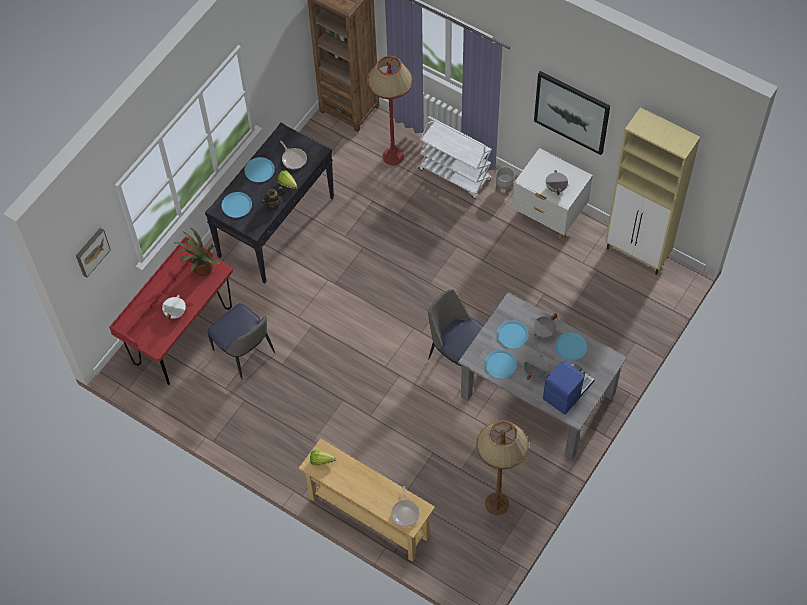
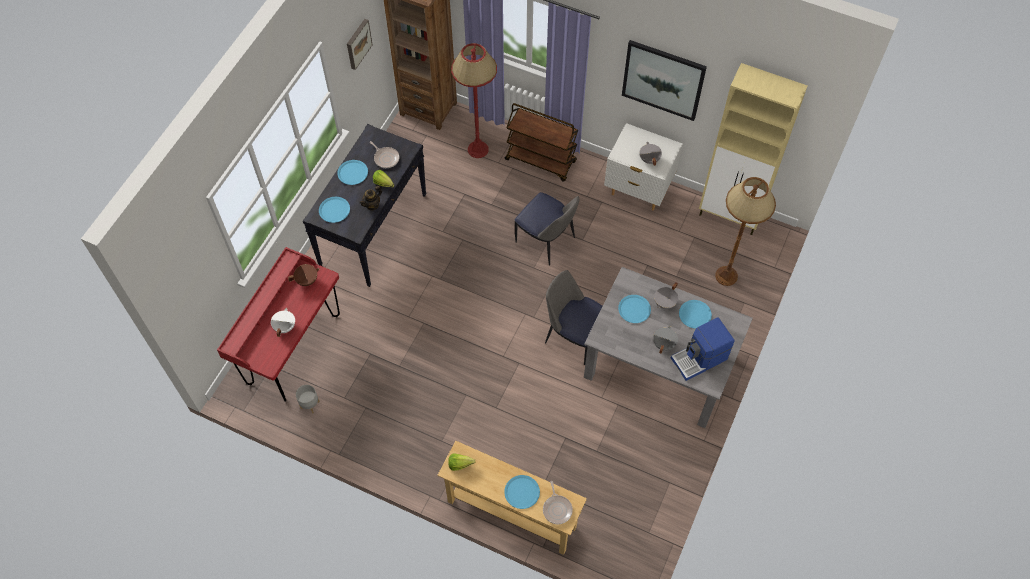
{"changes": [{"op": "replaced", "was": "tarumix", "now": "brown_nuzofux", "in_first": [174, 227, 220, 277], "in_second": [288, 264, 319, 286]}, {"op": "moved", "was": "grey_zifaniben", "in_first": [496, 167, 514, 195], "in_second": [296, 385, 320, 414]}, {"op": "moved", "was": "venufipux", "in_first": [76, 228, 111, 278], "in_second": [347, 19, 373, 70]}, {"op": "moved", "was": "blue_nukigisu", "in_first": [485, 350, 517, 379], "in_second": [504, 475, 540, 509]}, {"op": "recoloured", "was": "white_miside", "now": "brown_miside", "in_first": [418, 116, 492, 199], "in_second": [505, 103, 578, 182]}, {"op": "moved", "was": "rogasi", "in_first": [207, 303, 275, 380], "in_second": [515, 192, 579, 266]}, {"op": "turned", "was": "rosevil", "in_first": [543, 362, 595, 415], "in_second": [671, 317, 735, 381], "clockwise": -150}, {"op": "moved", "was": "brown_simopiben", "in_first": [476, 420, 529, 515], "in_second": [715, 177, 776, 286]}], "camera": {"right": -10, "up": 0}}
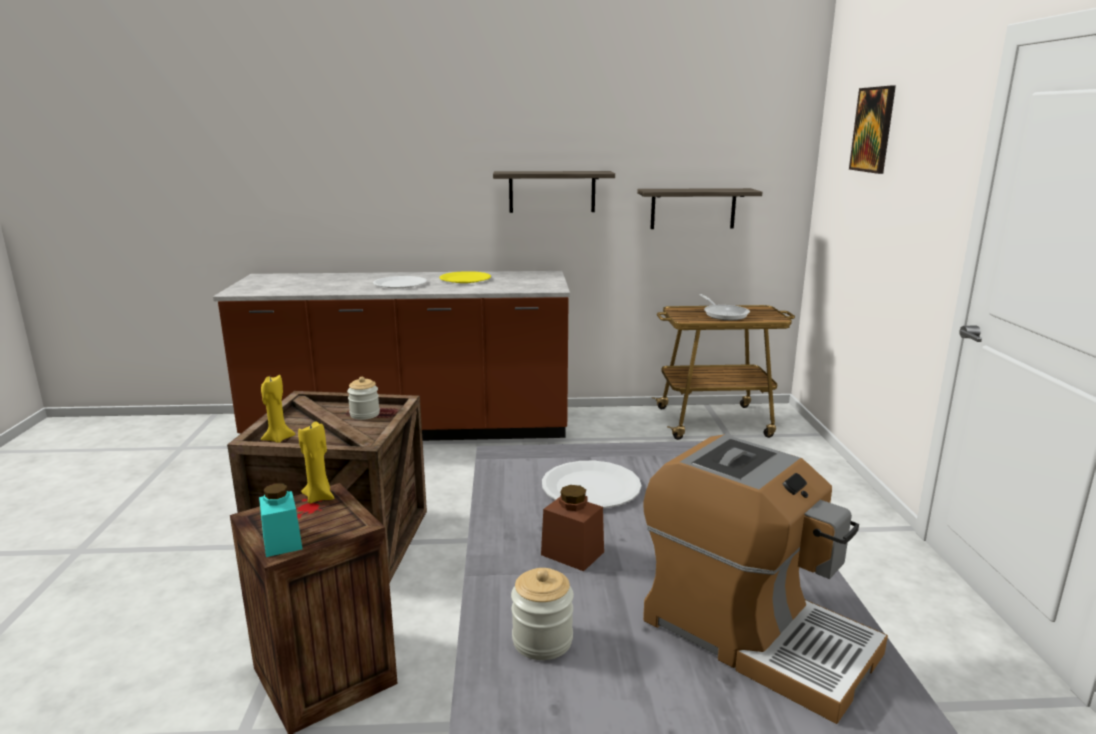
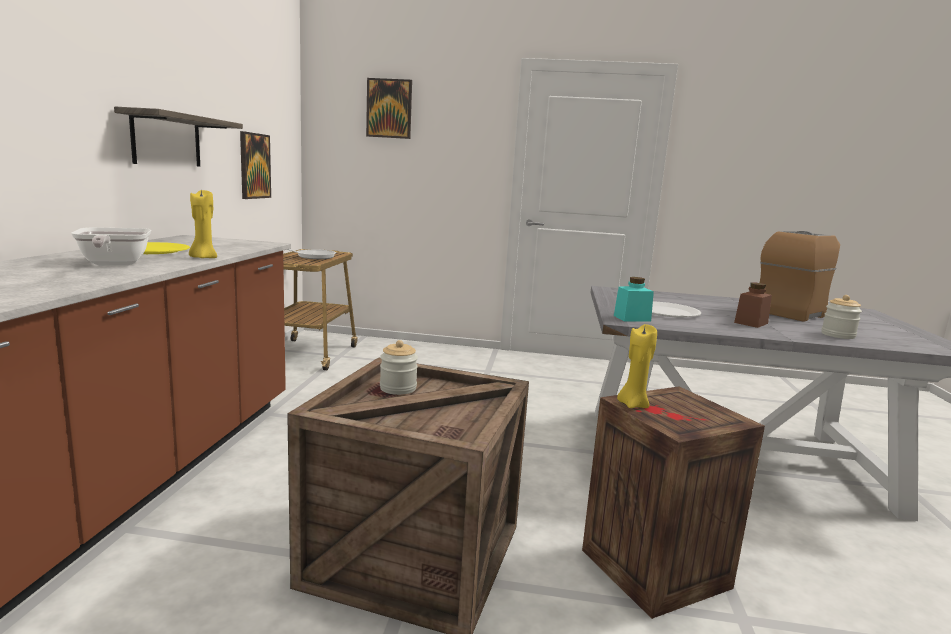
{"changes": [{"op": "replaced", "was": "white_nukigisu", "now": "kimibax", "in_first": [373, 276, 427, 288], "in_second": [71, 227, 151, 265]}, {"op": "moved", "was": "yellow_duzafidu", "in_first": [261, 375, 295, 443], "in_second": [189, 190, 217, 258]}, {"op": "replaced", "was": "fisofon", "now": "venufipux", "in_first": [637, 188, 762, 229], "in_second": [240, 131, 271, 199]}, {"op": "moved", "was": "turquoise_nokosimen", "in_first": [259, 483, 303, 557], "in_second": [614, 277, 654, 322]}], "camera": {"right": -80, "up": -5}}
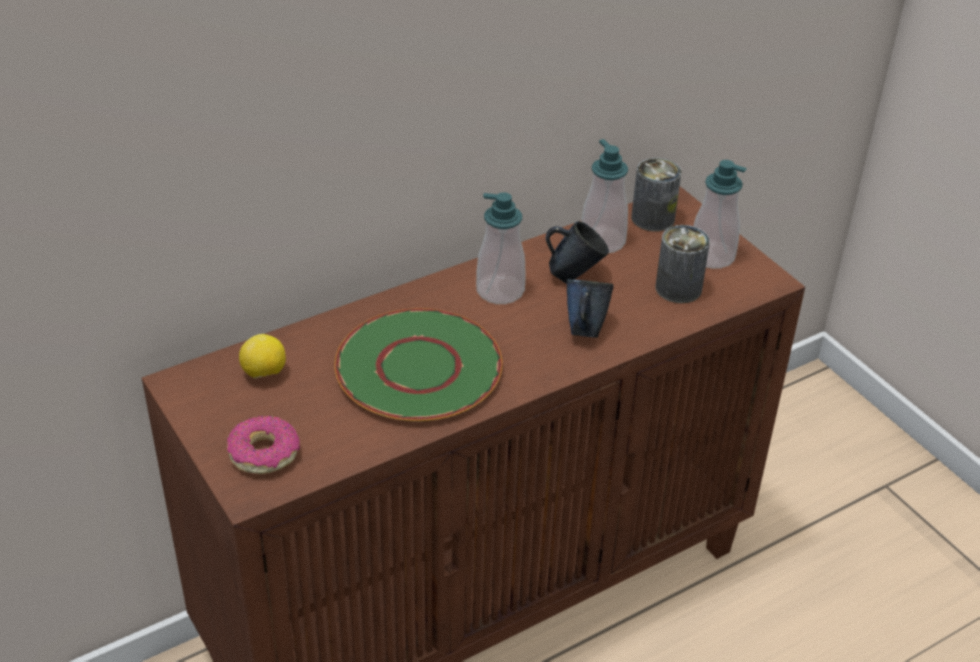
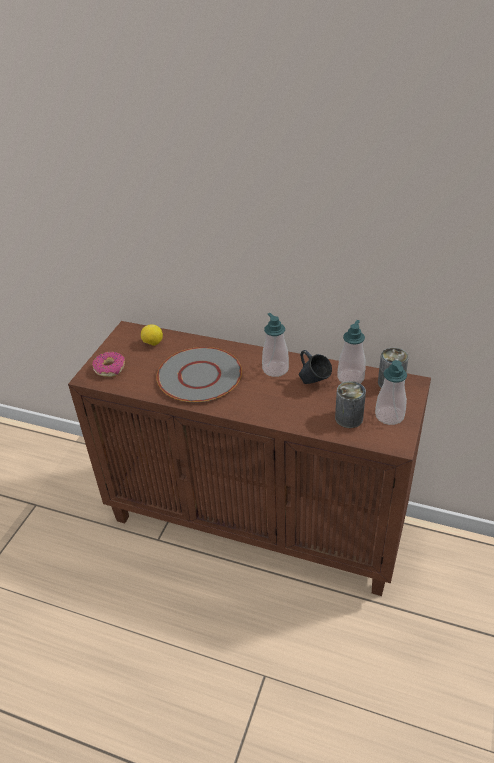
{"changes": [{"op": "recoloured", "was": "green_nukigisu", "now": "grey_nukigisu", "in_first": [334, 308, 503, 421], "in_second": [157, 347, 242, 402]}, {"op": "removed", "was": "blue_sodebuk", "in_first": [567, 279, 614, 338]}], "camera": {"right": 55, "up": 0}}
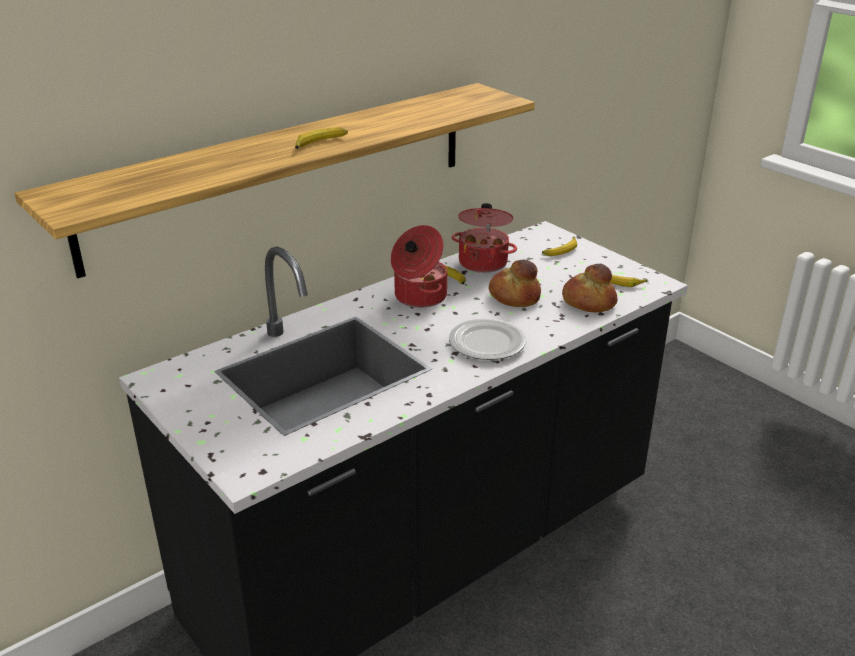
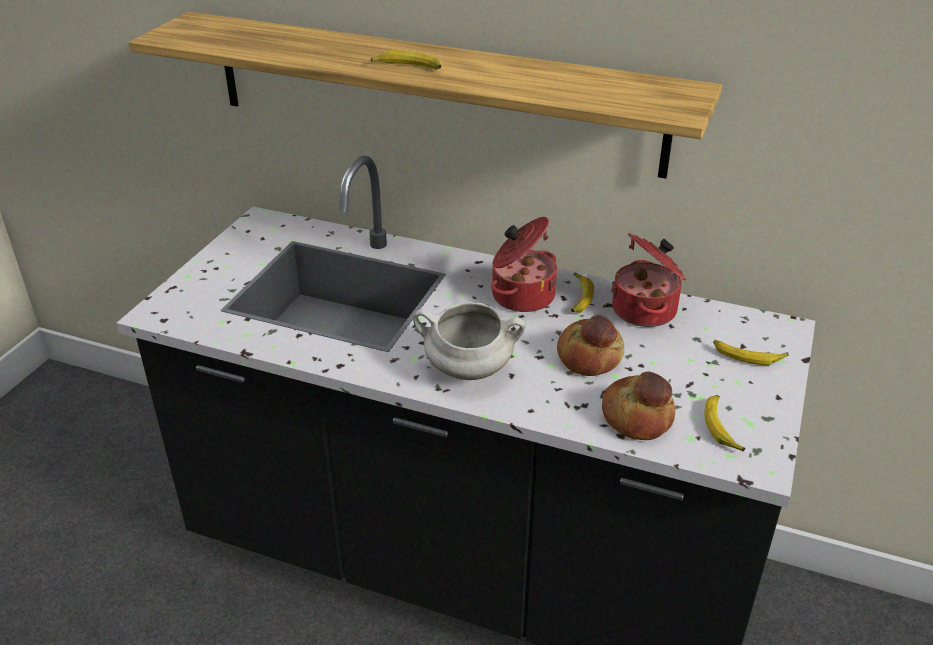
{"changes": [{"op": "replaced", "was": "nukigisu", "now": "white_nuzofux", "in_first": [449, 318, 526, 360], "in_second": [413, 302, 525, 380]}], "camera": {"right": 60, "up": 5}}
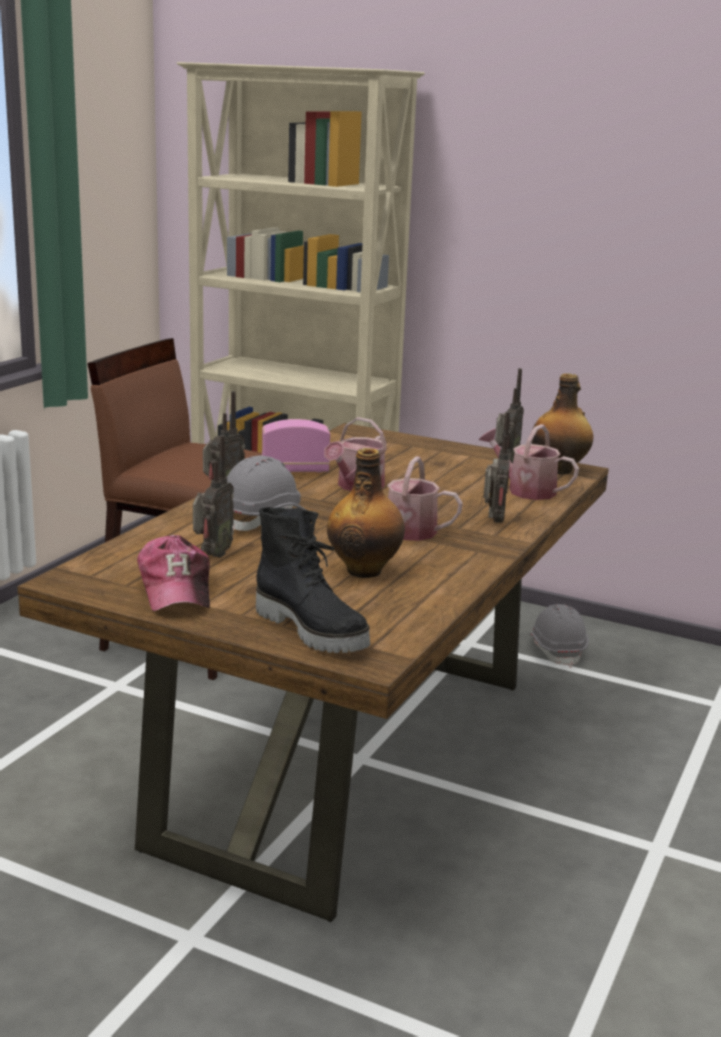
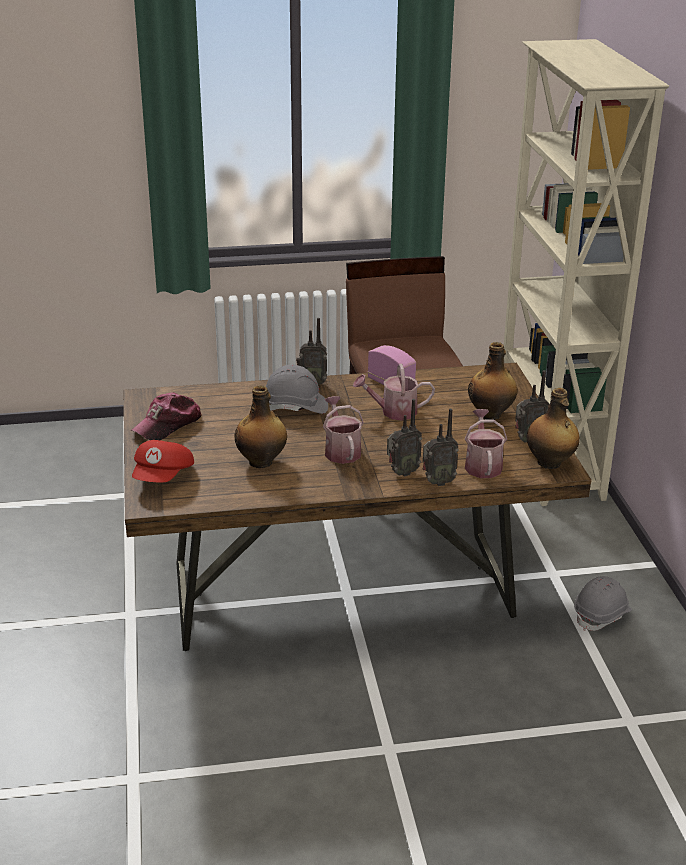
{"changes": [{"op": "replaced", "was": "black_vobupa", "now": "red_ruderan", "in_first": [256, 507, 370, 653], "in_second": [132, 440, 194, 482]}, {"op": "moved", "was": "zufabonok", "in_first": [193, 435, 234, 558], "in_second": [423, 409, 459, 486]}, {"op": "added", "now": "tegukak", "in_second": [468, 342, 517, 420]}], "camera": {"right": 55, "up": 10}}
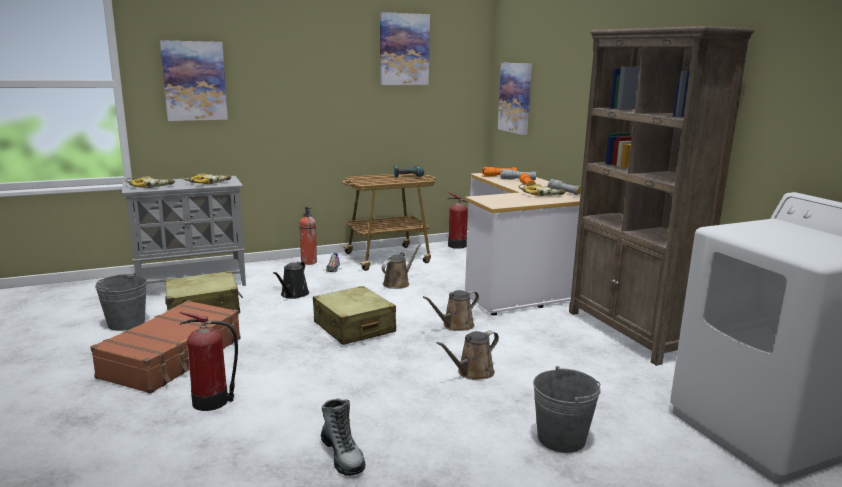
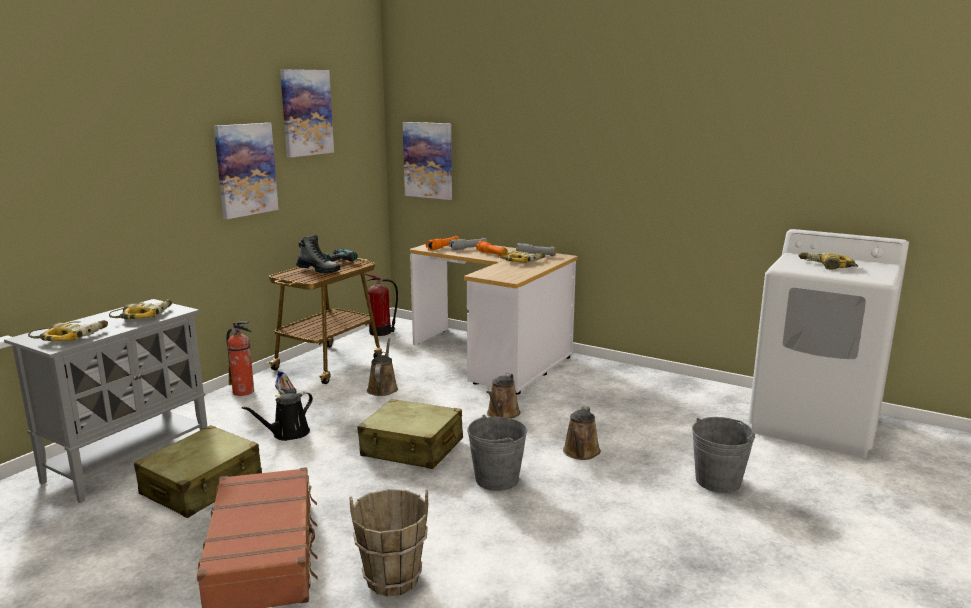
{"changes": [{"op": "moved", "was": "venufipux", "in_first": [160, 40, 228, 121], "in_second": [214, 123, 279, 219]}, {"op": "turned", "was": "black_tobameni", "in_first": [273, 261, 309, 299], "in_second": [242, 392, 313, 441], "clockwise": 60}, {"op": "moved", "was": "vobupa", "in_first": [321, 399, 366, 476], "in_second": [296, 235, 340, 274]}, {"op": "replaced", "was": "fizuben", "now": "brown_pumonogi", "in_first": [180, 312, 238, 411], "in_second": [349, 489, 428, 596]}, {"op": "moved", "was": "grey_pumonogi", "in_first": [95, 273, 147, 331], "in_second": [467, 415, 527, 491]}, {"op": "added", "now": "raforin", "in_second": [798, 252, 858, 270]}, {"op": "removed", "was": "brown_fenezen", "in_first": [569, 26, 755, 366]}], "camera": {"right": -35, "up": 0}}
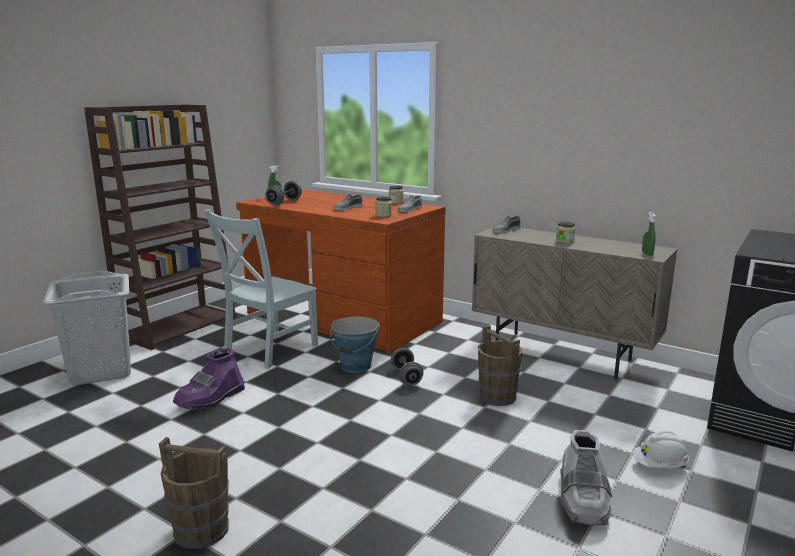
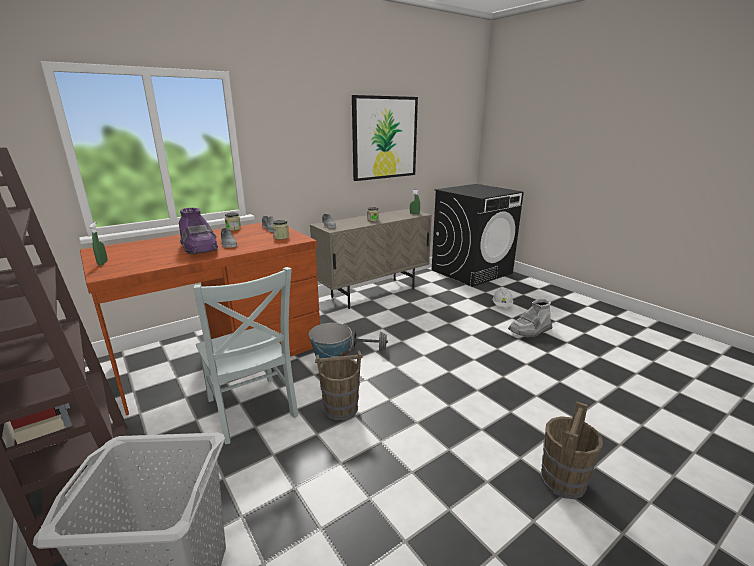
{"changes": [{"op": "moved", "was": "purple_vobupa", "in_first": [173, 348, 245, 410], "in_second": [179, 207, 218, 254]}, {"op": "moved", "was": "brown_pumonogi", "in_first": [478, 325, 522, 406], "in_second": [315, 350, 362, 420]}, {"op": "added", "now": "venufipux", "in_second": [352, 95, 418, 181]}, {"op": "turned", "was": "grey_vobupa", "in_first": [560, 430, 612, 525], "in_second": [508, 299, 552, 337], "clockwise": 120}, {"op": "removed", "was": "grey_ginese", "in_first": [265, 181, 302, 206]}], "camera": {"right": -70, "up": 5}}
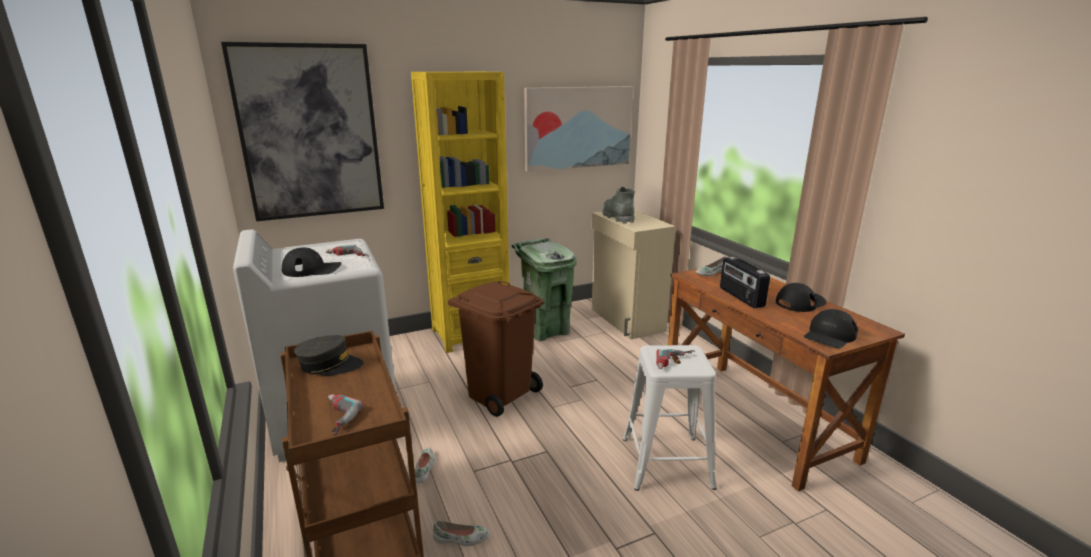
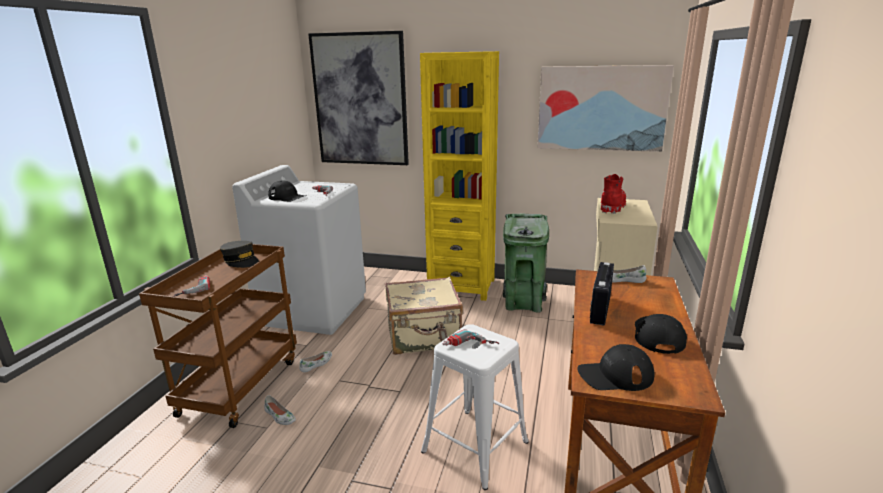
{"changes": [{"op": "replaced", "was": "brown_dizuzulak", "now": "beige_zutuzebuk", "in_first": [448, 281, 544, 417], "in_second": [385, 277, 463, 355]}, {"op": "recoloured", "was": "grey_vobupa", "now": "red_vobupa", "in_first": [603, 187, 635, 224], "in_second": [601, 174, 626, 214]}, {"op": "turned", "was": "black_ruderan", "in_first": [776, 283, 827, 312], "in_second": [635, 314, 687, 354], "clockwise": -90}], "camera": {"right": 40, "up": 0}}
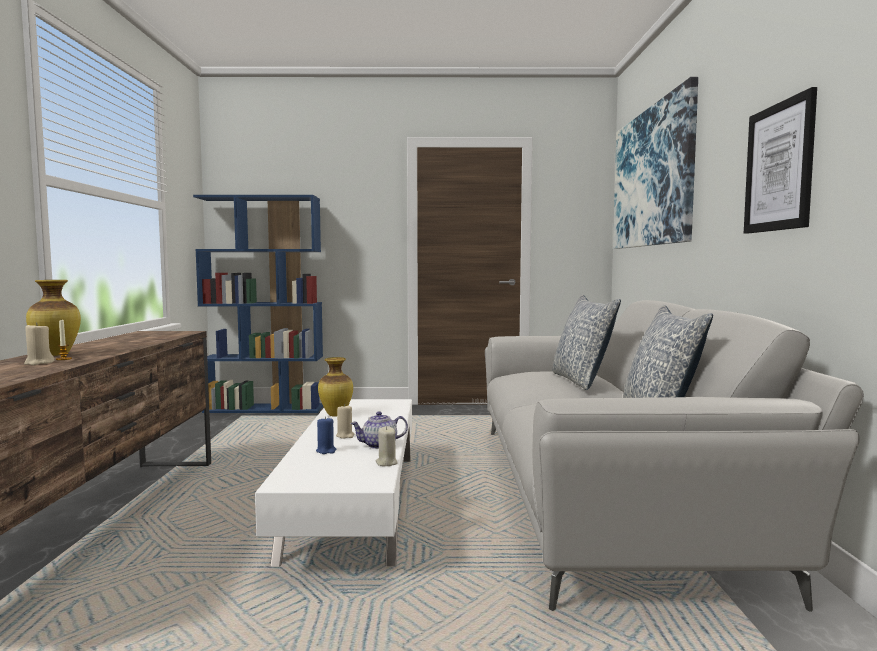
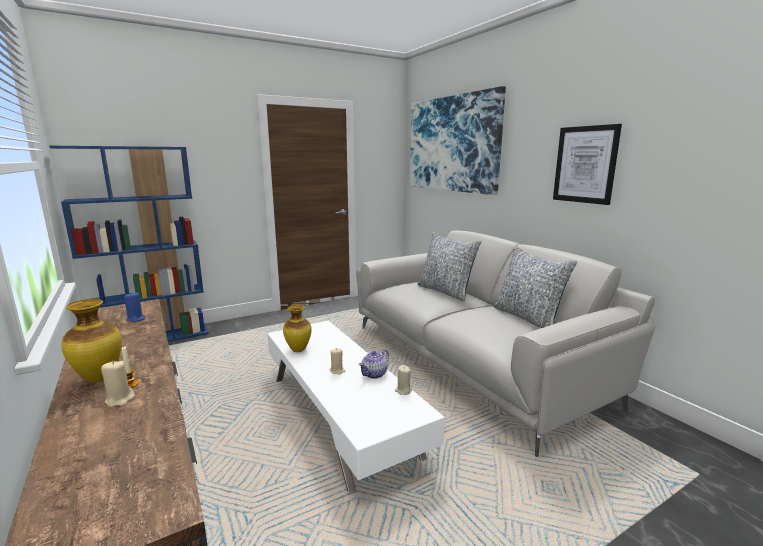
{"changes": [{"op": "moved", "was": "blue_duzafidu", "in_first": [316, 416, 336, 454], "in_second": [124, 292, 145, 322]}], "camera": {"right": -30, "up": 10}}
